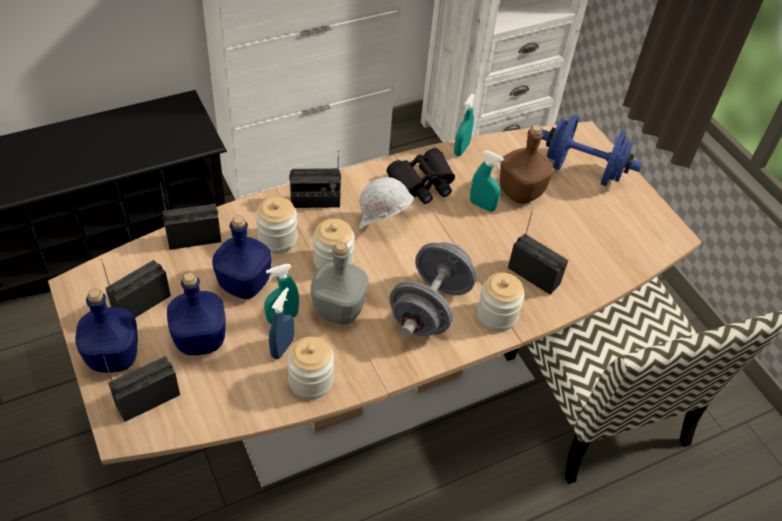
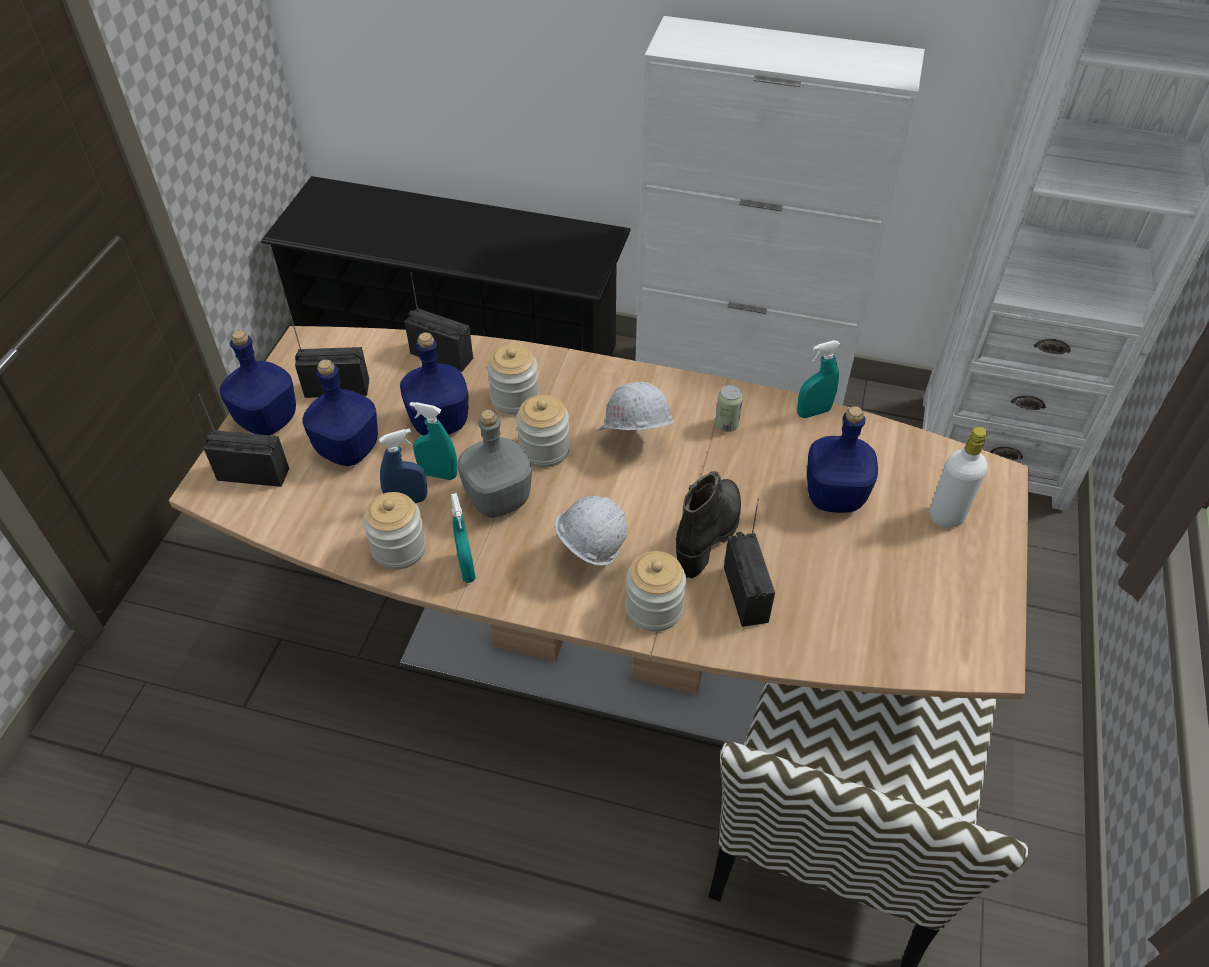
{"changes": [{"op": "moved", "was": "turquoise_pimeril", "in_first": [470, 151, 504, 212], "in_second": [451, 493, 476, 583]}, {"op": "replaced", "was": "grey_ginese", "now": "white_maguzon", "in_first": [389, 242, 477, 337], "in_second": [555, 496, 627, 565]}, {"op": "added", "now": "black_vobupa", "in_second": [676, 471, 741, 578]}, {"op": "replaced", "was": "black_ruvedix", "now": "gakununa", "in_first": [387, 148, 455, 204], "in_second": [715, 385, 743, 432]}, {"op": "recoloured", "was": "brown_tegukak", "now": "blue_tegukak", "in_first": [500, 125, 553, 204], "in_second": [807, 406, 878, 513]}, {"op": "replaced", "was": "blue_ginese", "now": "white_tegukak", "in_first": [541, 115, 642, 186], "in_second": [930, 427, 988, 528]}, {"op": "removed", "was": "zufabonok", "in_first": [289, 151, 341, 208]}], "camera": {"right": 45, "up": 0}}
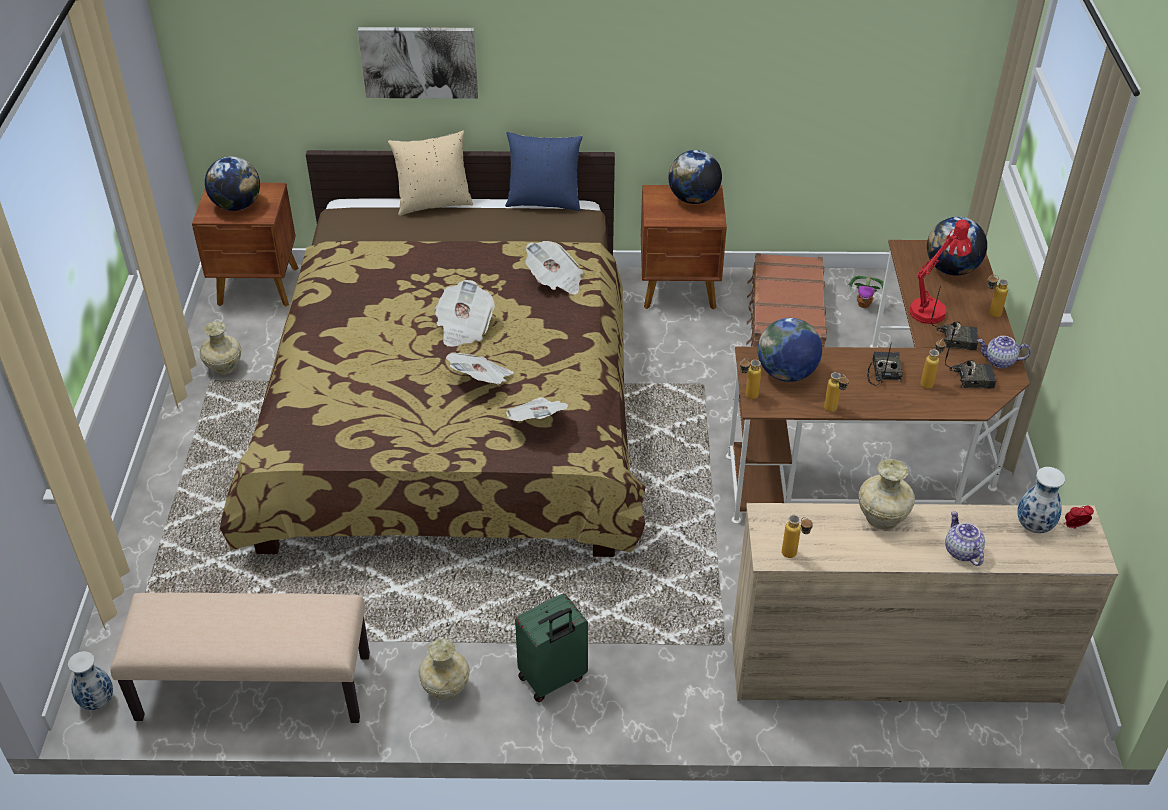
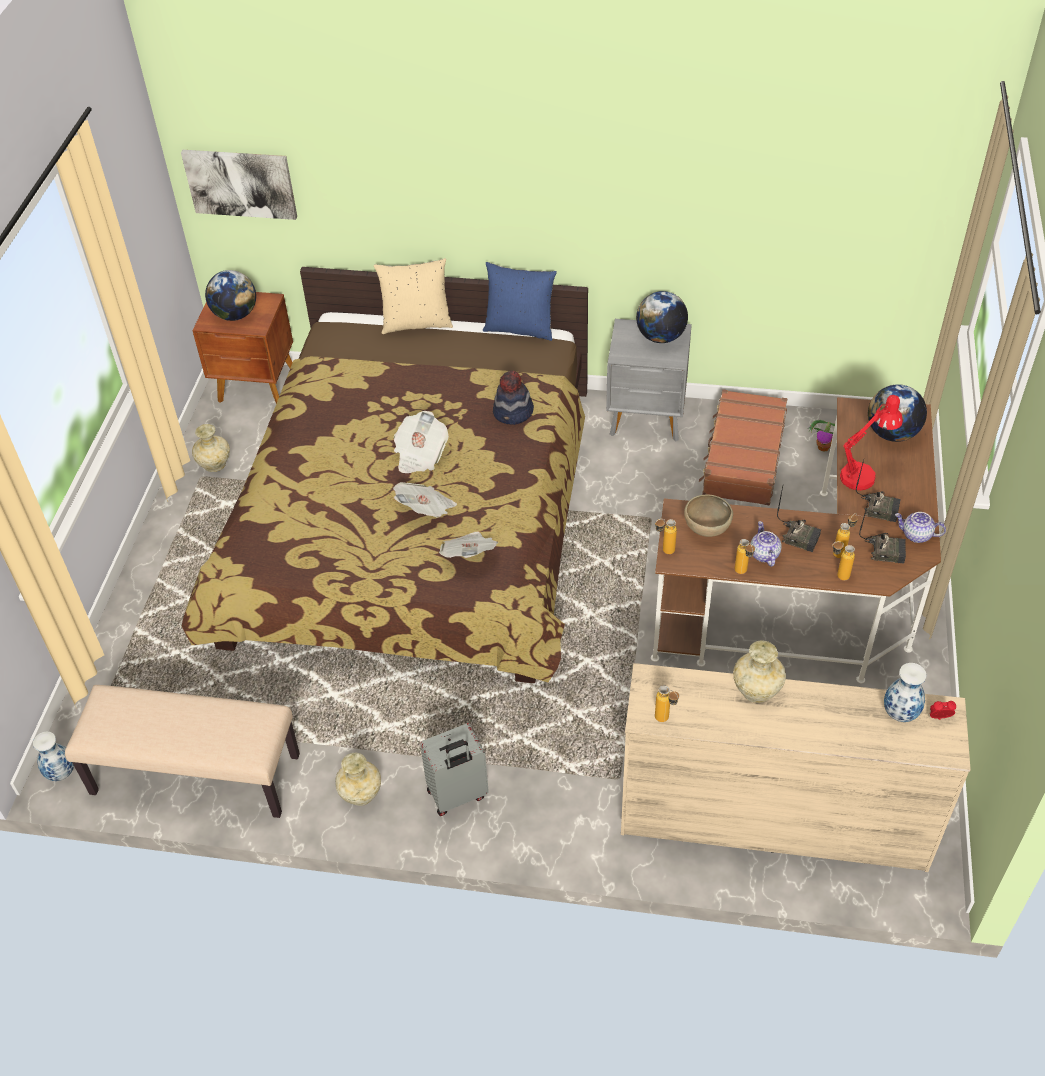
{"changes": [{"op": "moved", "was": "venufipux", "in_first": [358, 27, 478, 99], "in_second": [181, 150, 297, 220]}, {"op": "recoloured", "was": "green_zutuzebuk", "now": "grey_zutuzebuk", "in_first": [515, 593, 588, 702], "in_second": [420, 723, 489, 816]}, {"op": "replaced", "was": "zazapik", "now": "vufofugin", "in_first": [525, 241, 583, 295], "in_second": [493, 371, 534, 425]}, {"op": "recoloured", "was": "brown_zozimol", "now": "grey_zozimol", "in_first": [641, 185, 727, 310], "in_second": [606, 319, 692, 441]}, {"op": "replaced", "was": "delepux", "now": "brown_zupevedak", "in_first": [758, 318, 822, 382], "in_second": [684, 494, 733, 537]}, {"op": "moved", "was": "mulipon", "in_first": [945, 511, 985, 566], "in_second": [750, 521, 782, 567]}, {"op": "turned", "was": "zufabonok", "in_first": [868, 345, 903, 385], "in_second": [777, 486, 821, 552], "clockwise": 105}, {"op": "moved", "was": "tegukak", "in_first": [987, 275, 1009, 317], "in_second": [832, 541, 855, 580]}], "camera": {"right": 10, "up": 5}}
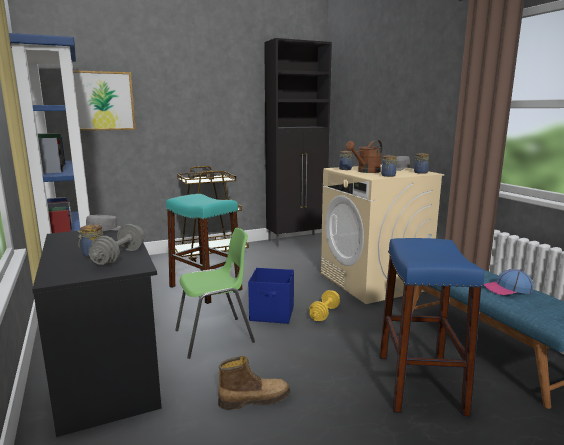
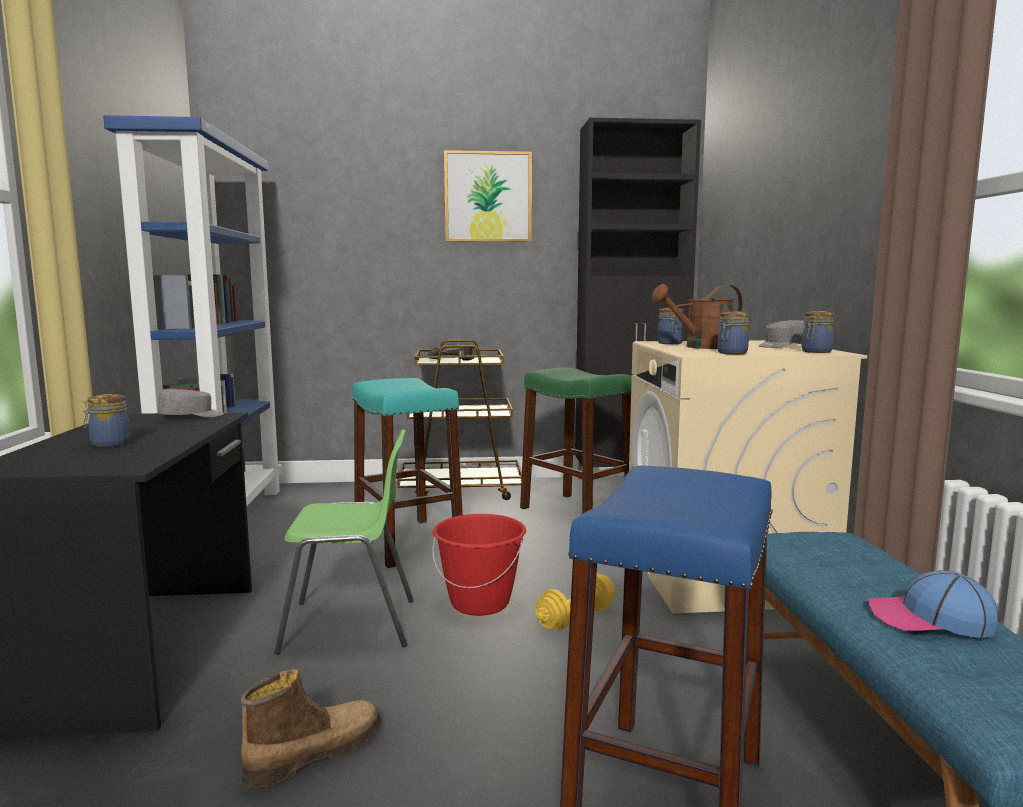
{"changes": [{"op": "turned", "was": "vobupa", "in_first": [218, 356, 290, 410], "in_second": [241, 669, 382, 788], "clockwise": -45}, {"op": "replaced", "was": "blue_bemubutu", "now": "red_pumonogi", "in_first": [248, 268, 294, 324], "in_second": [433, 514, 526, 616]}, {"op": "moved", "was": "venufipux", "in_first": [73, 70, 136, 131], "in_second": [444, 150, 532, 242]}, {"op": "added", "now": "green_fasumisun", "in_second": [520, 368, 632, 514]}, {"op": "removed", "was": "grey_ginese", "in_first": [89, 224, 145, 265]}], "camera": {"right": 20, "up": -5}}
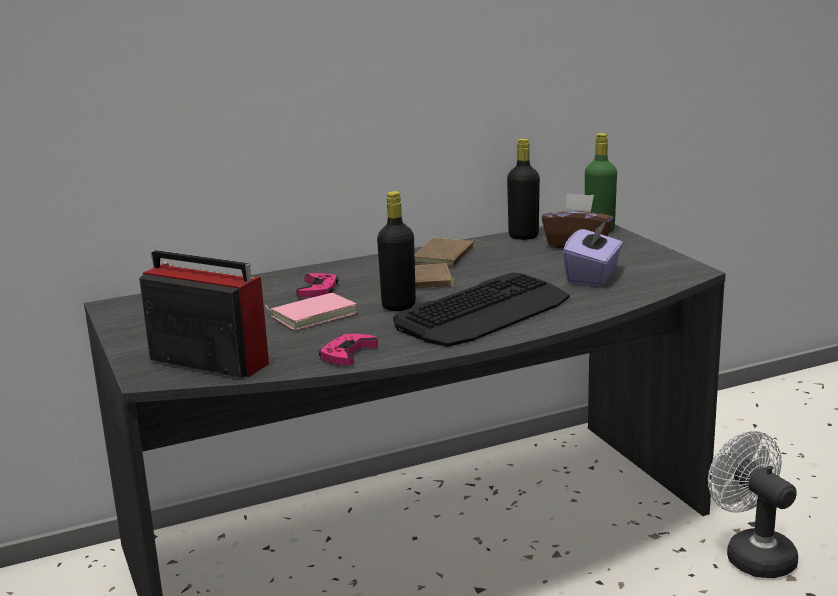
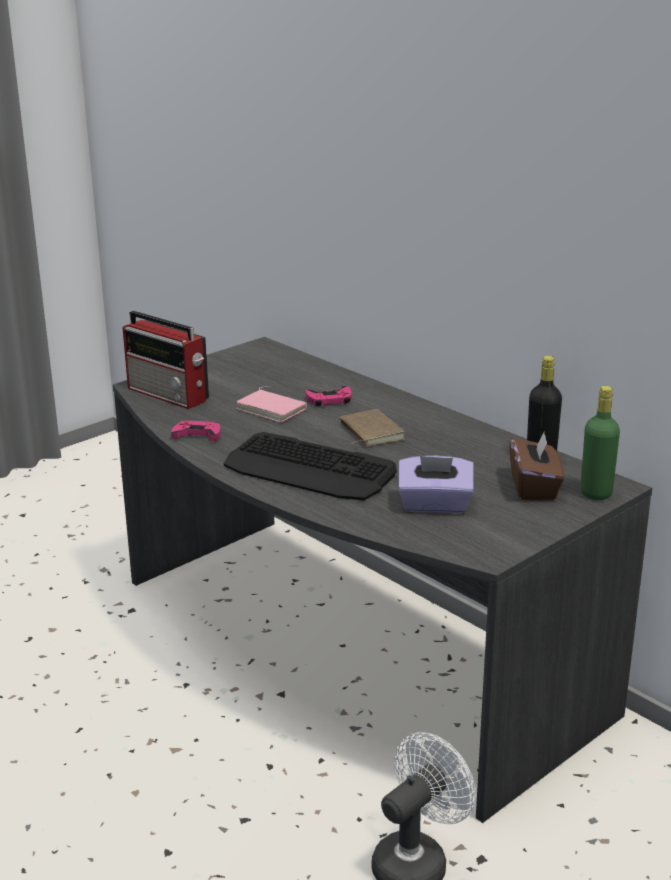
{"changes": [{"op": "turned", "was": "zufabonok", "in_first": [139, 250, 269, 378], "in_second": [123, 311, 209, 409], "clockwise": 120}, {"op": "removed", "was": "black_tegukak", "in_first": [377, 191, 416, 311]}, {"op": "removed", "was": "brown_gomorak", "in_first": [415, 238, 486, 267]}], "camera": {"right": 70, "up": 5}}
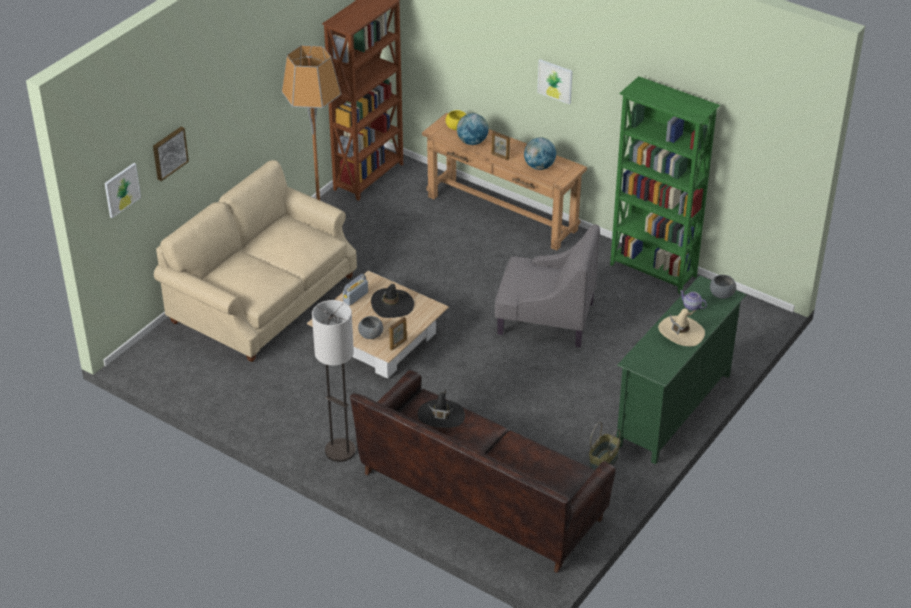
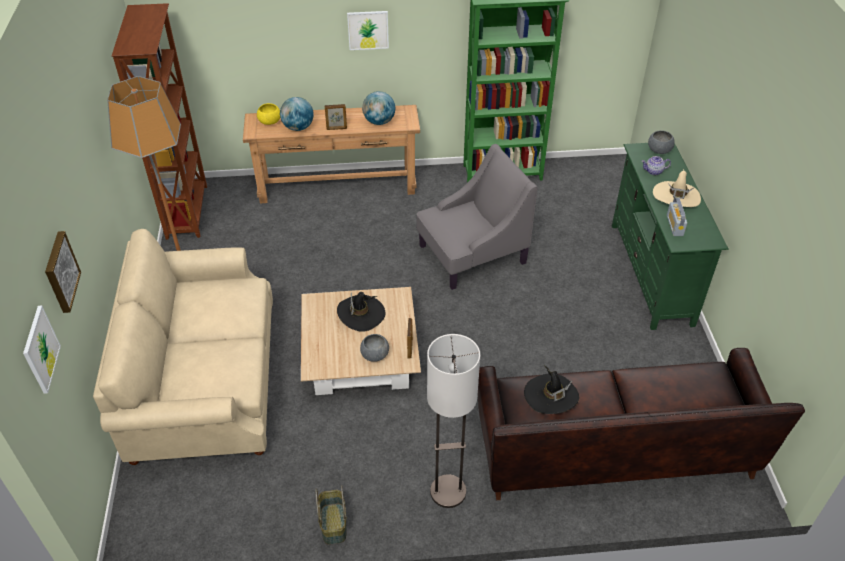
{"changes": [{"op": "moved", "was": "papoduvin", "in_first": [589, 422, 621, 470], "in_second": [316, 485, 347, 544]}, {"op": "moved", "was": "zufabonok", "in_first": [343, 274, 368, 306], "in_second": [667, 197, 687, 236]}], "camera": {"right": -40, "up": 5}}
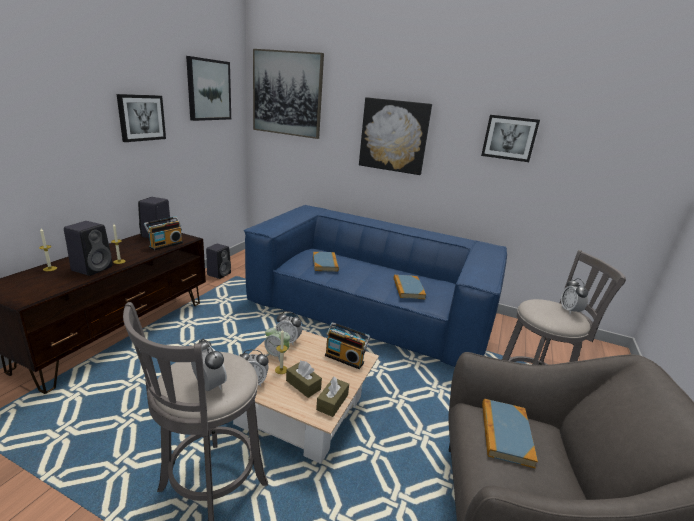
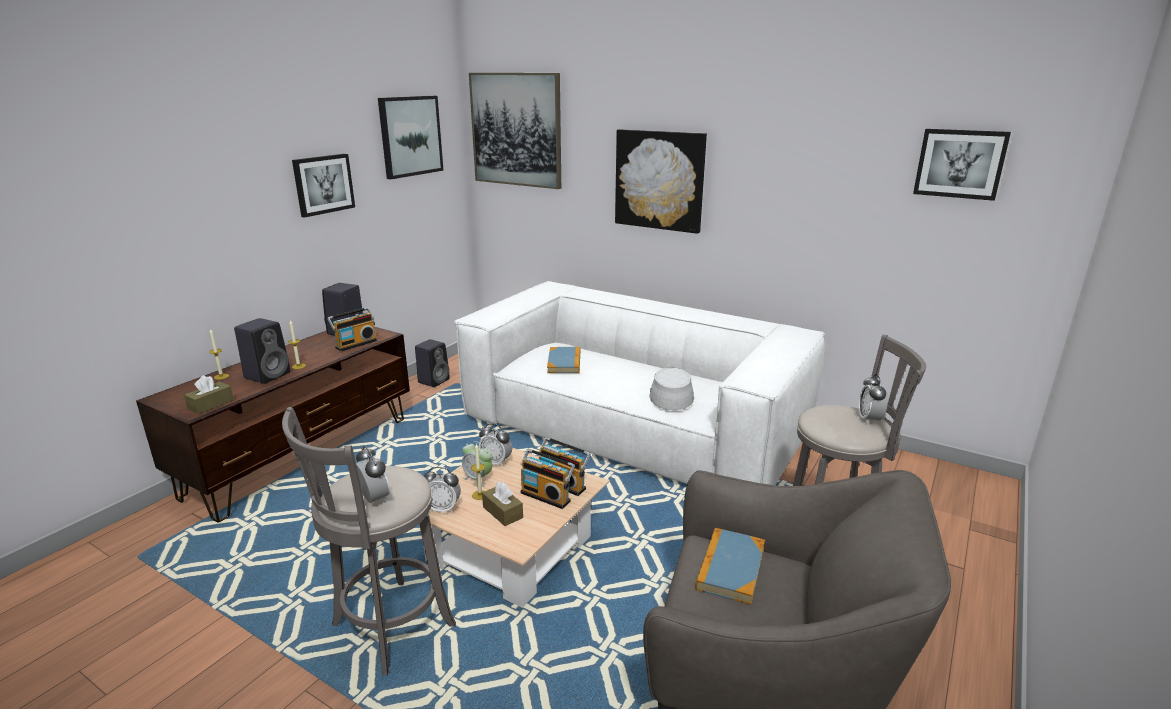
{"changes": [{"op": "moved", "was": "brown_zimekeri", "in_first": [316, 377, 349, 417], "in_second": [184, 375, 234, 414]}, {"op": "recoloured", "was": "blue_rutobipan", "now": "white_rutobipan", "in_first": [244, 205, 507, 367], "in_second": [454, 281, 825, 485]}, {"op": "added", "now": "zufabonok", "in_second": [520, 449, 575, 509]}, {"op": "replaced", "was": "gomorak", "now": "grey_vufofugin", "in_first": [394, 275, 426, 299], "in_second": [649, 368, 694, 410]}, {"op": "moved", "was": "venufipux", "in_first": [481, 115, 540, 162], "in_second": [913, 129, 1011, 201]}], "camera": {"right": 10, "up": 0}}
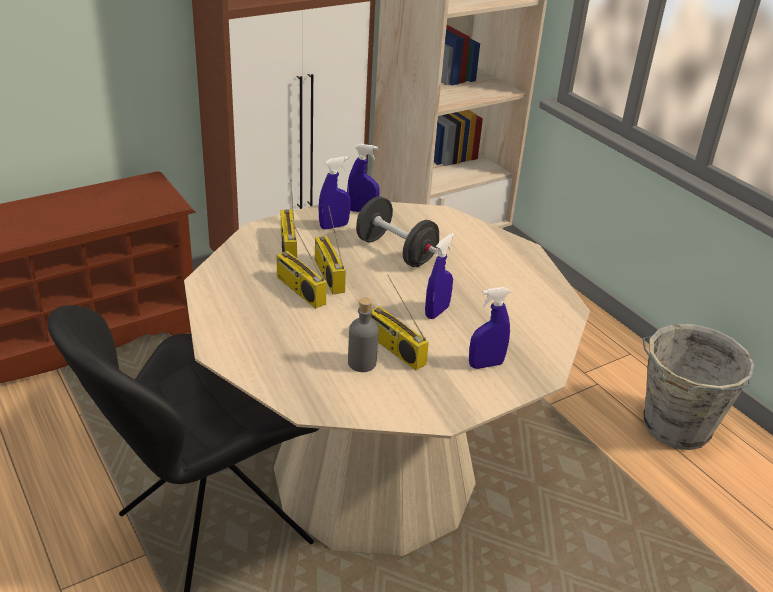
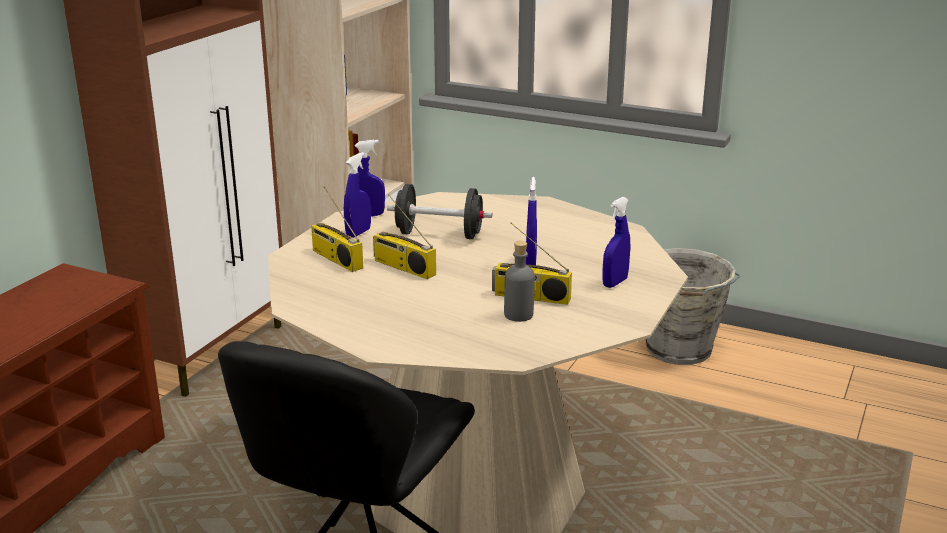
{"changes": [{"op": "removed", "was": "zufabonok", "in_first": [277, 220, 327, 309]}], "camera": {"right": -30, "up": -10}}
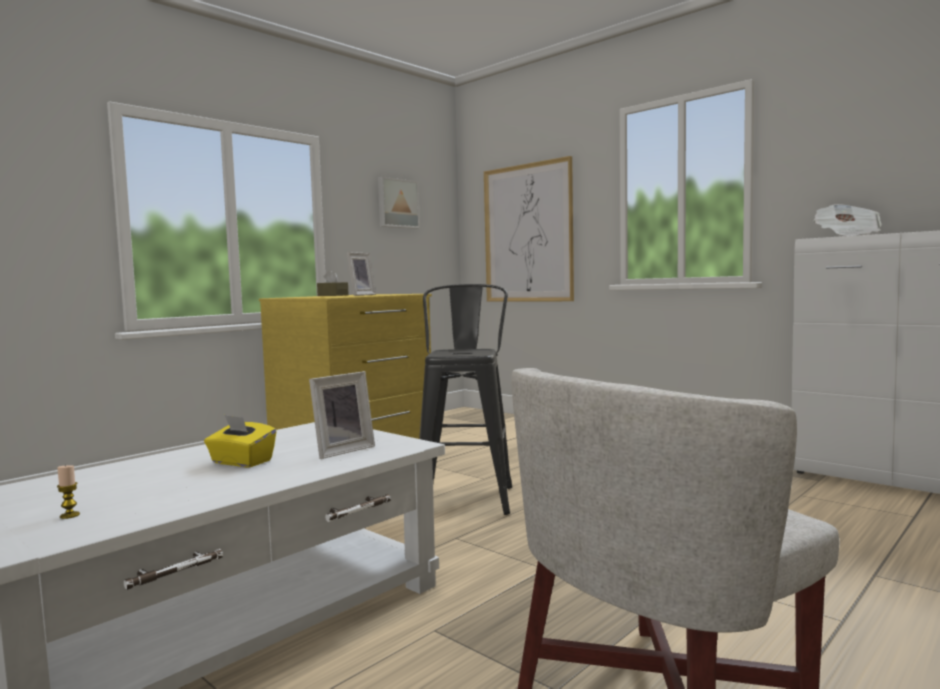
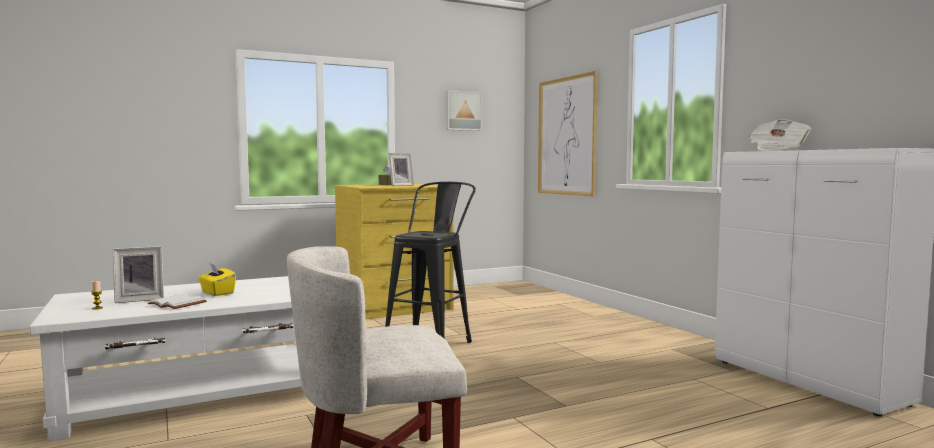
{"changes": [{"op": "moved", "was": "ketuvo", "in_first": [309, 371, 375, 459], "in_second": [112, 246, 164, 303]}, {"op": "added", "now": "white_gomorak", "in_second": [148, 294, 207, 309]}], "camera": {"right": 20, "up": 0}}
